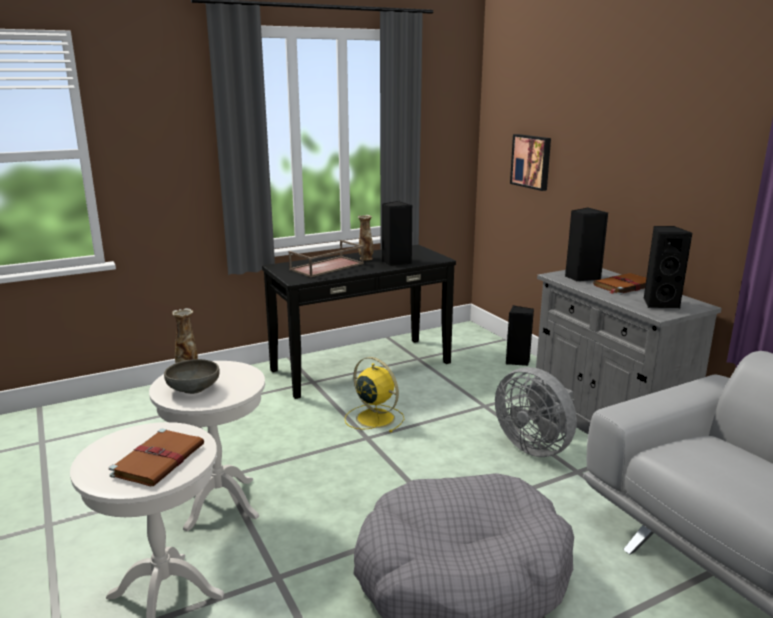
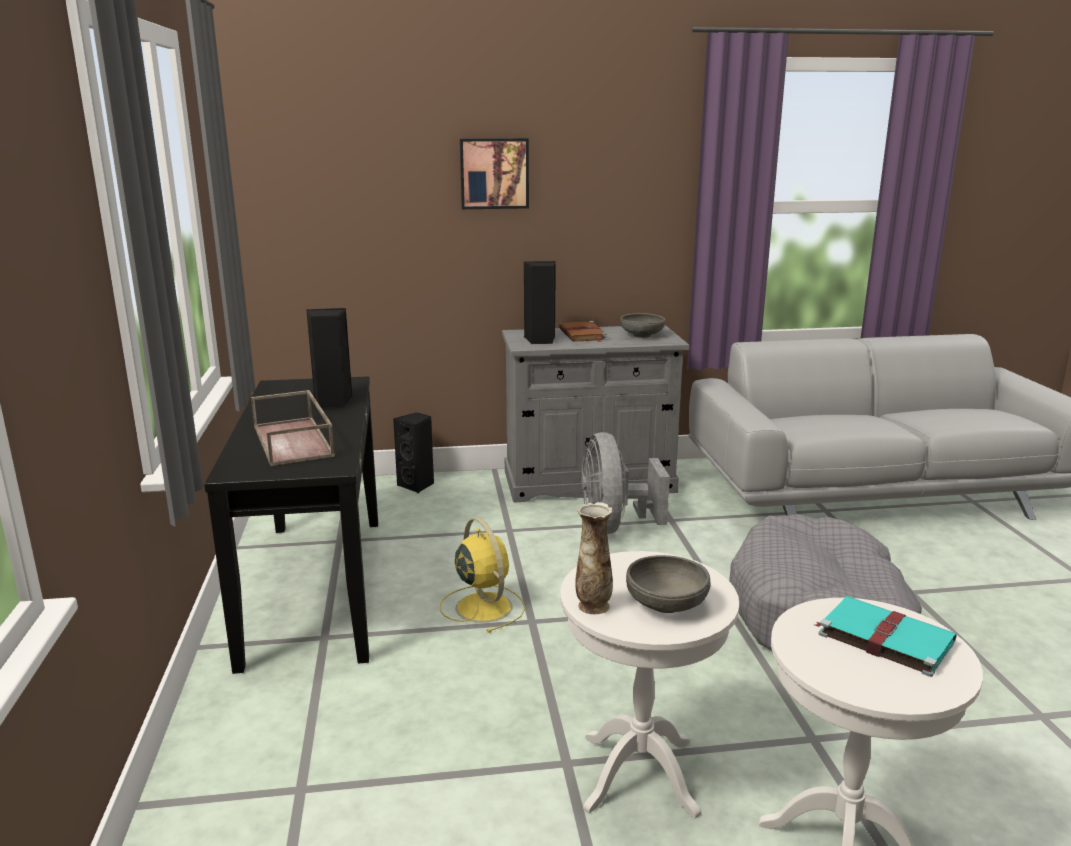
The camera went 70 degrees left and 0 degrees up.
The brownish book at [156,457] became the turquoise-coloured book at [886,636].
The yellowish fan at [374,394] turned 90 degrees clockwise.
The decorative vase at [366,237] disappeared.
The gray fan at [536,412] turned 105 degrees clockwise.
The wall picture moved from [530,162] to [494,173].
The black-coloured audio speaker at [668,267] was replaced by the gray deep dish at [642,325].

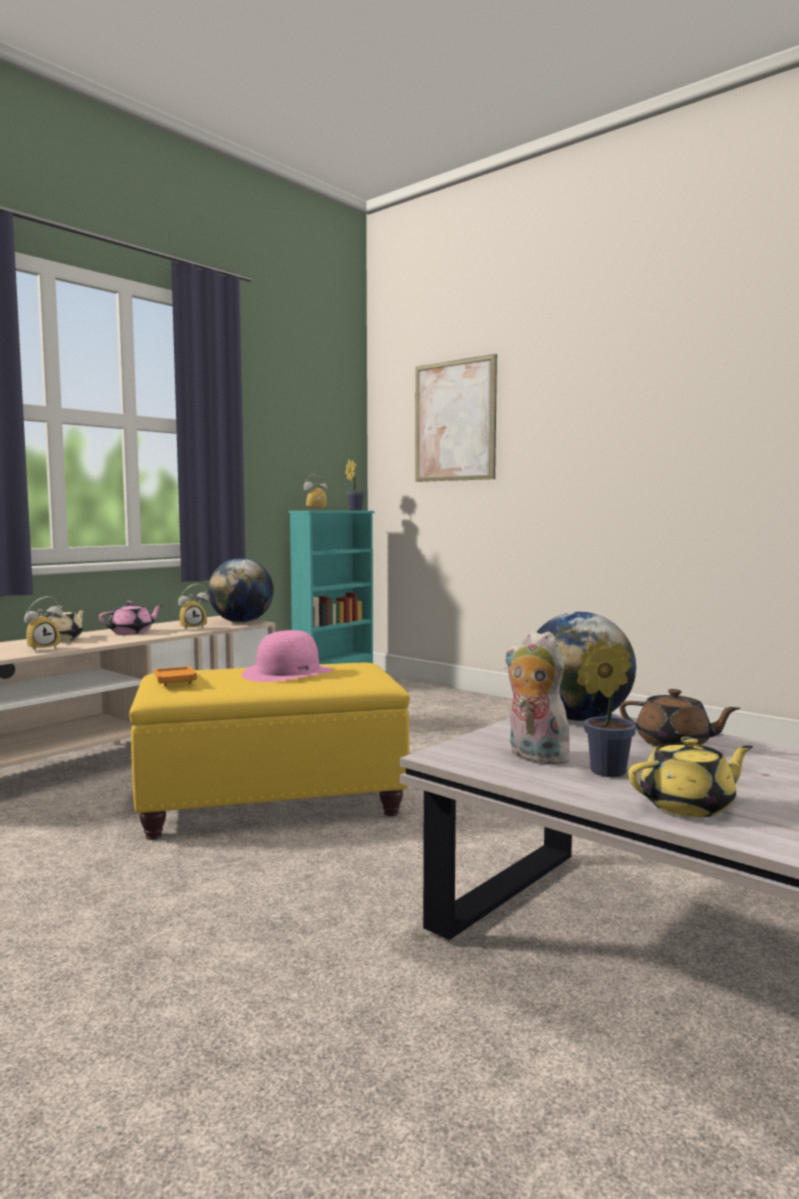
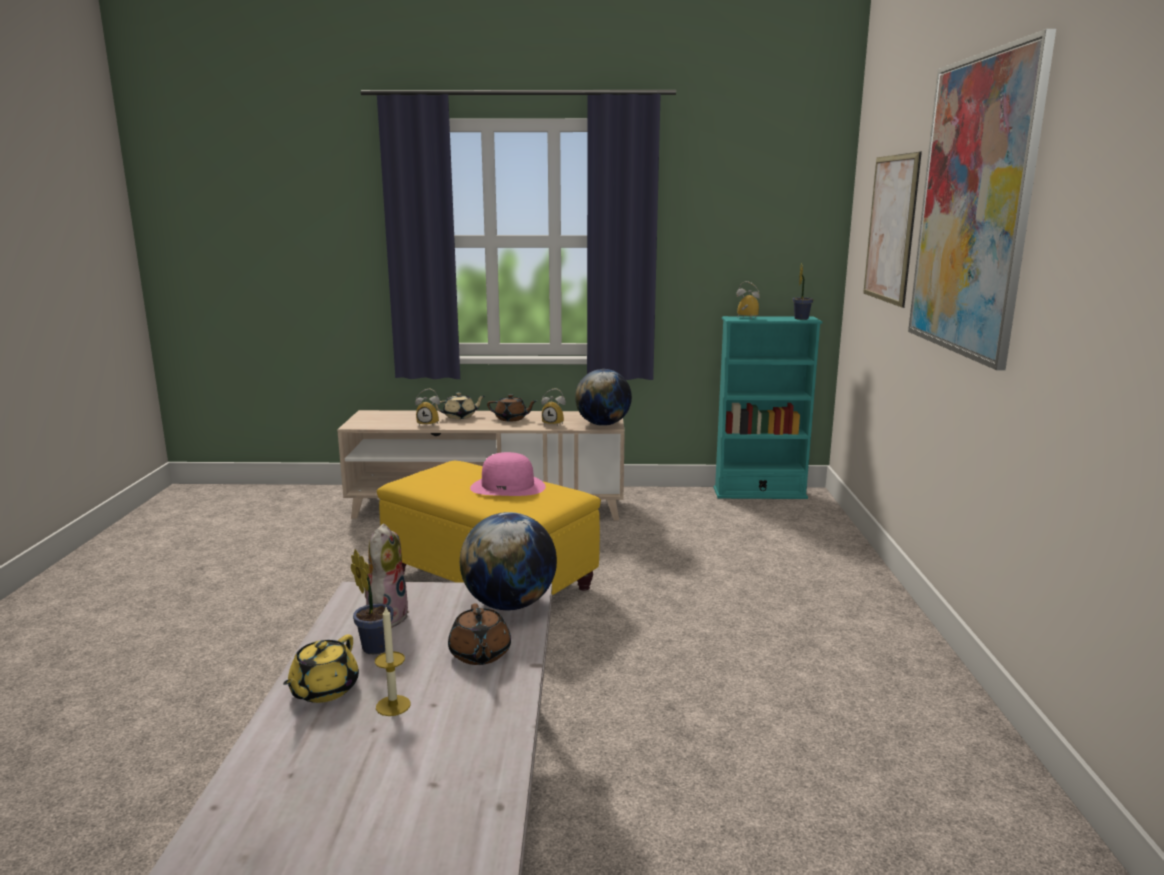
The camera went 50 degrees right and 10 degrees up.
The pink pot for tea at [131,617] became the brownish pot for tea at [512,407].
The orange carrying tray at [175,676] disappeared.
The yellowish pot for tea at [690,777] turned 75 degrees clockwise.
The wax light at [393,661] appeared.
The wall picture at [982,199] appeared.

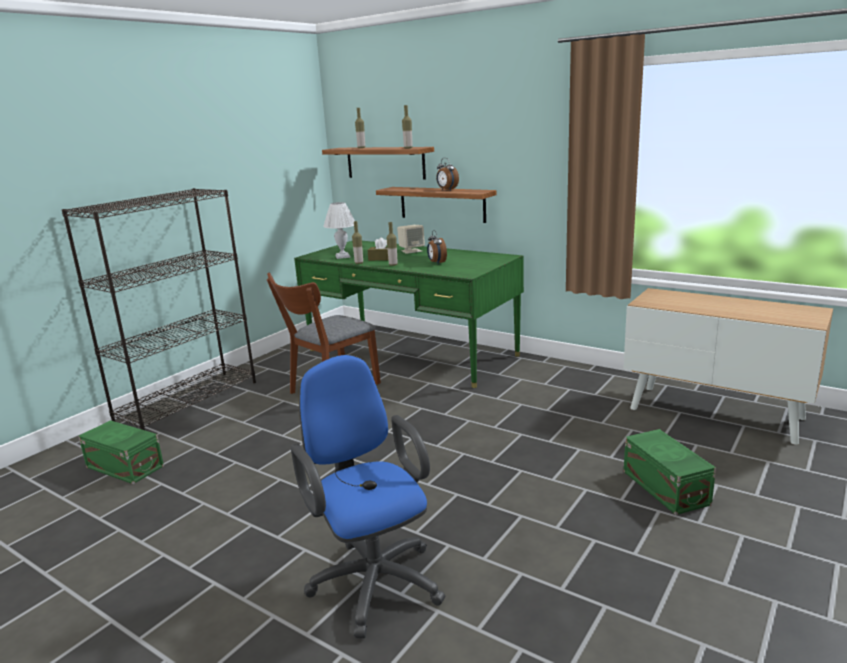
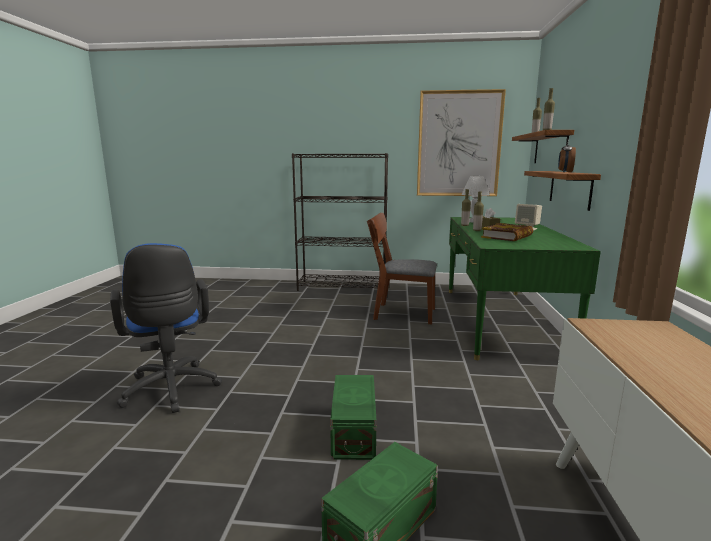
The camera went 60 degrees right and 5 degrees down.
The green-coloured storage container moved from [121,452] to [353,417].
The bluish office chair at [368,497] turned 120 degrees clockwise.
The bedside clock at [437,247] was replaced by the book at [507,232].
The wall picture at [461,142] appeared.

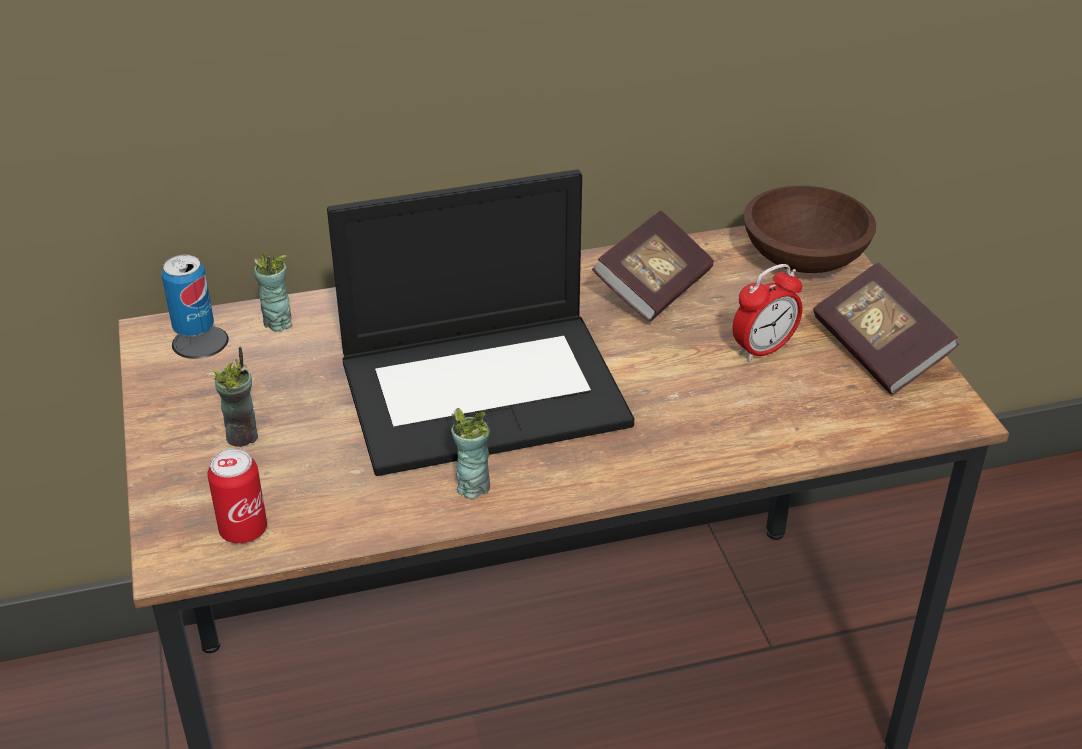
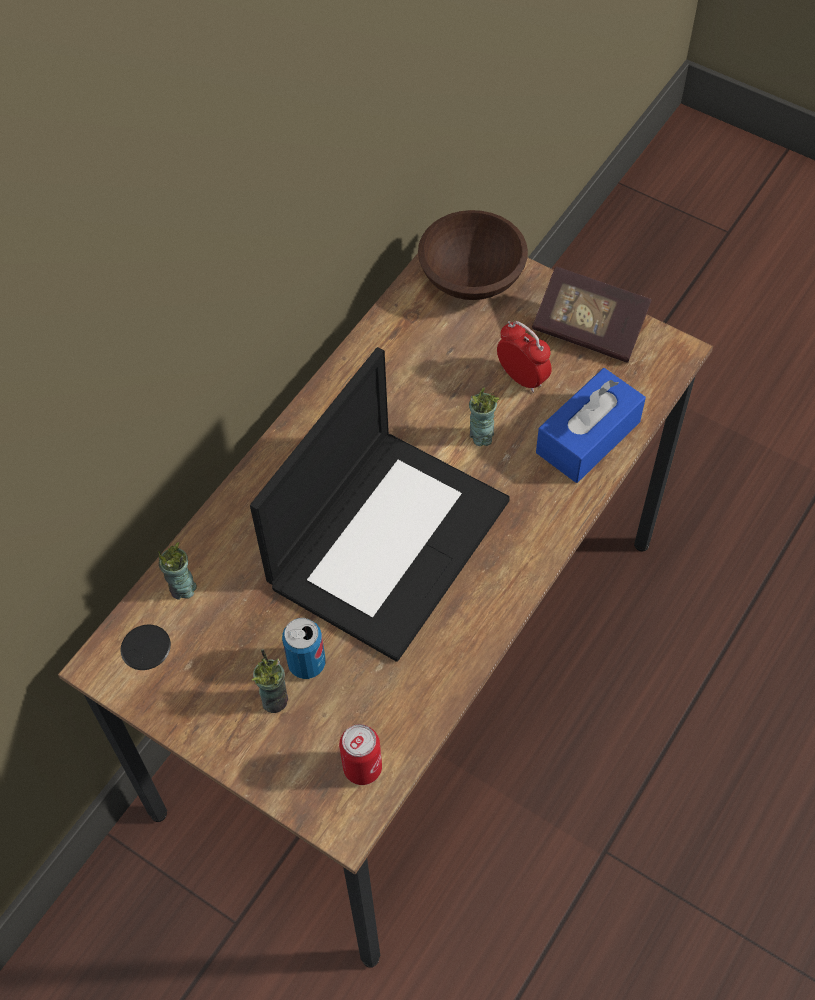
The camera went 40 degrees left and 20 degrees up.
The can moved from [188,296] to [304,648].
The small cup moved from [470,453] to [484,416].
The book at [653,266] disappeared.
The bedside clock at [767,313] turned 60 degrees counterclockwise.
The bluish box of tissues at [591,425] appeared.

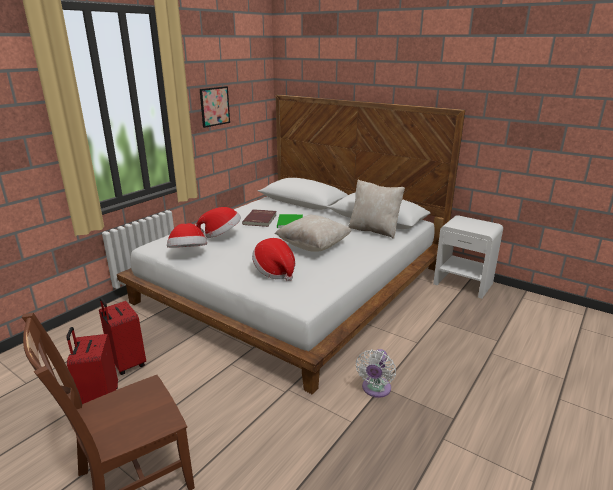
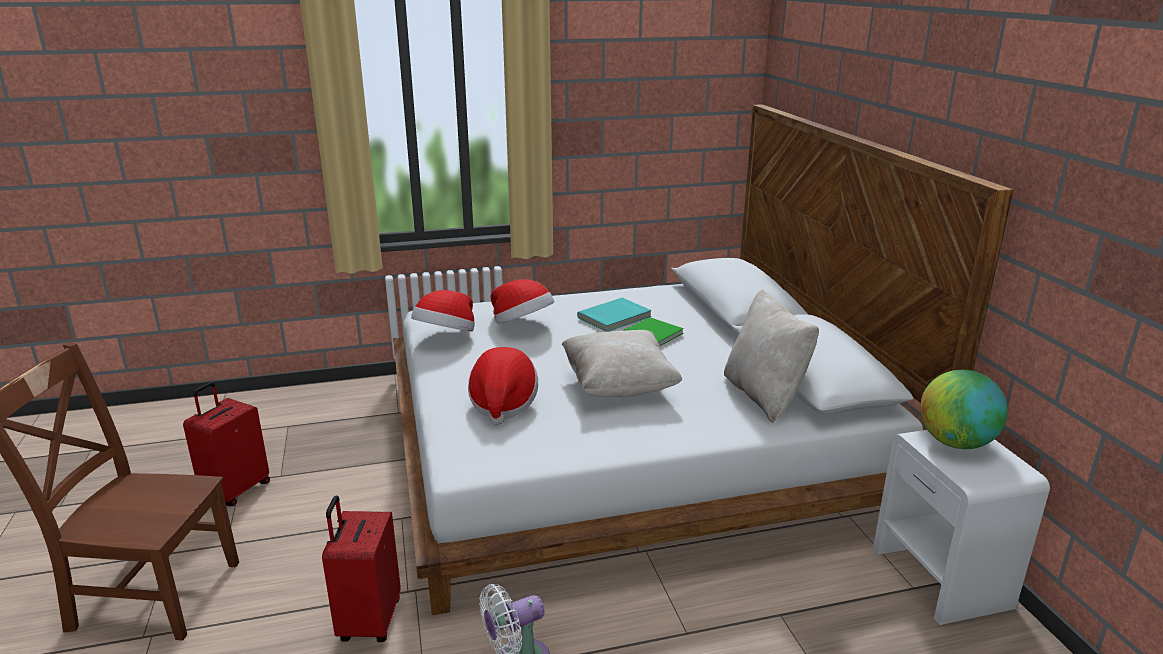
The camera went 40 degrees right and 0 degrees up.
The red-coloured travel case moved from [122,336] to [361,569].
The wall picture at [215,107] disappeared.
The red-coloured book at [259,218] became the turquoise-coloured book at [614,315].
The globe at [964,409] appeared.

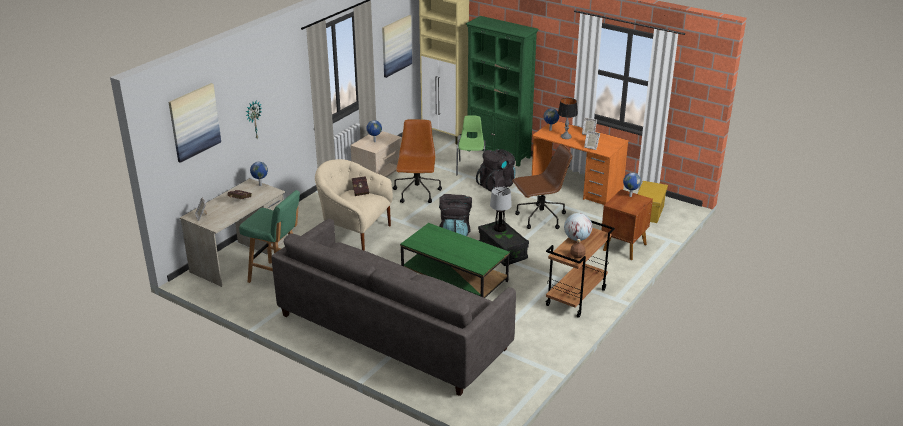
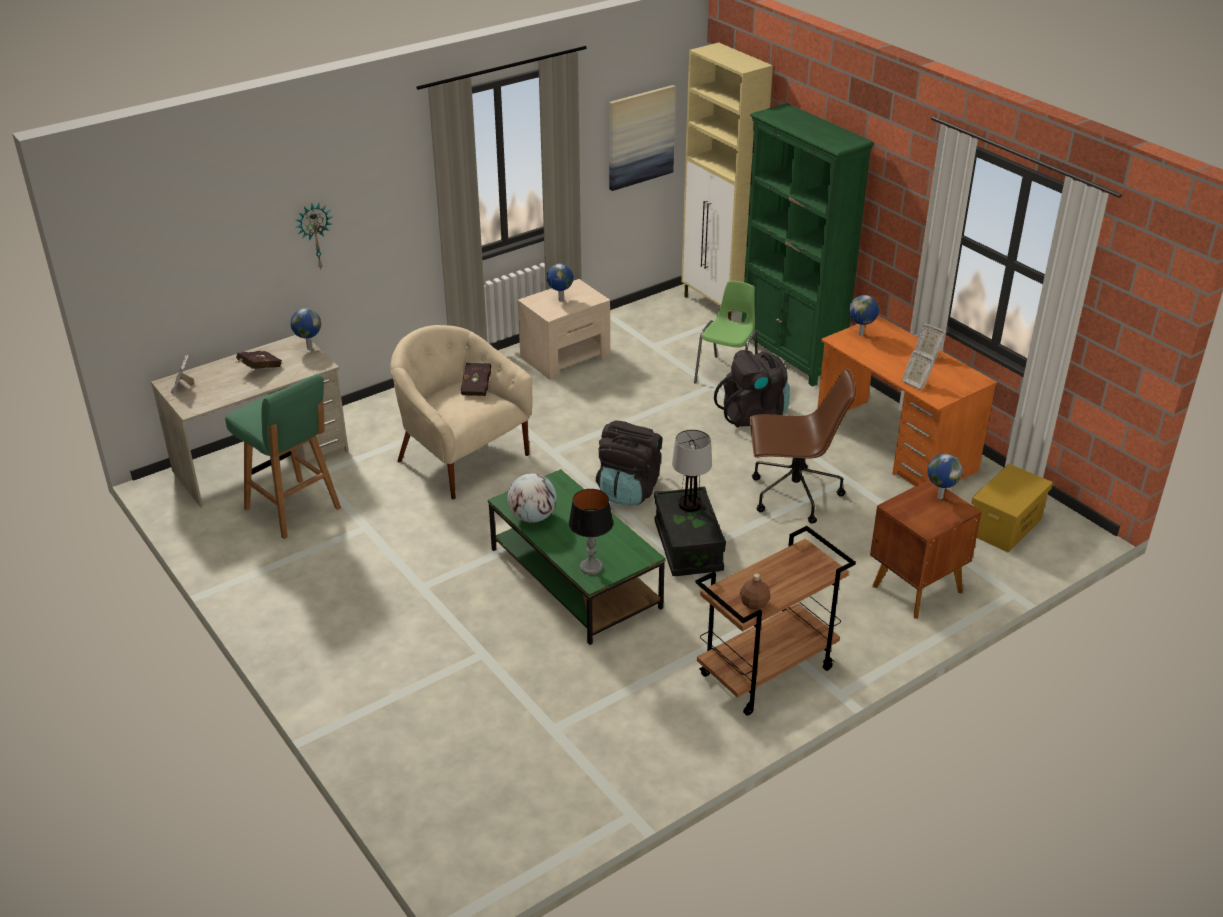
The camera went 20 degrees right and 5 degrees up.
The wall picture at [195,123] disappeared.
The gray sofa at [393,307] disappeared.
The brownish office chair at [417,161] disappeared.
The lamp for a table moved from [568,118] to [591,532].
The globe moved from [578,227] to [532,498].

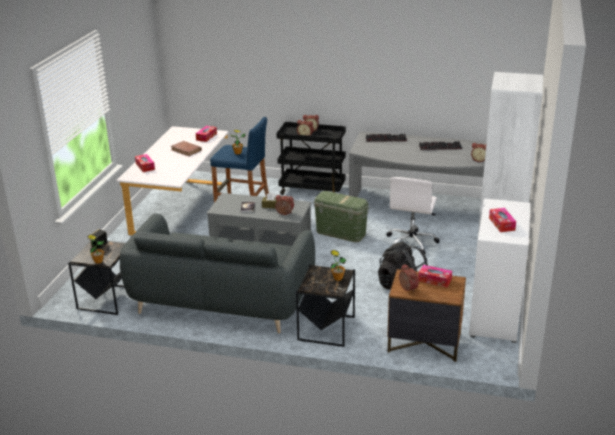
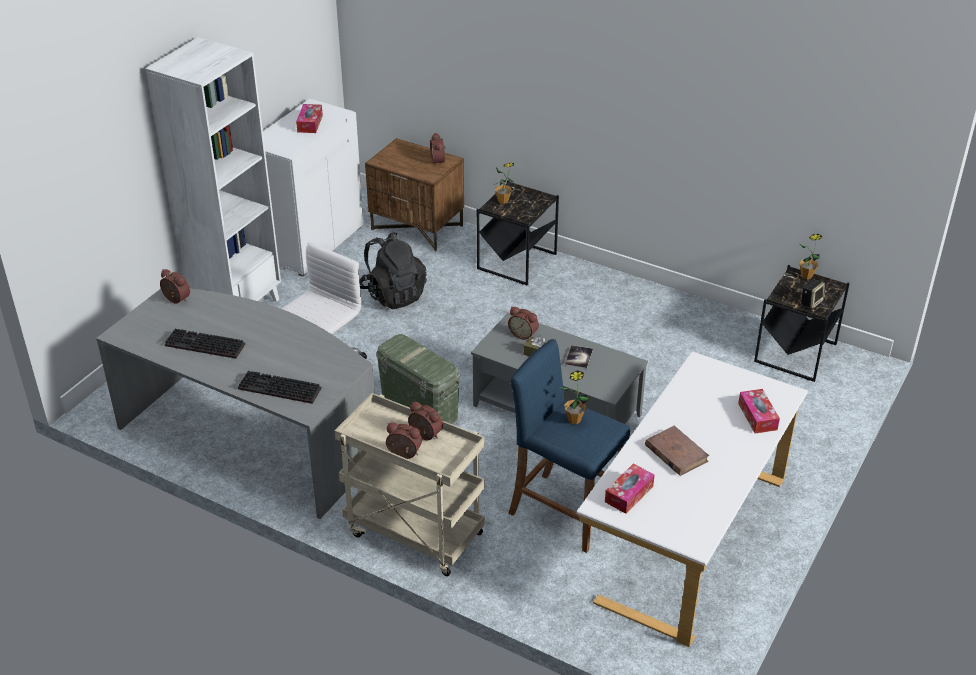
The camera went 165 degrees left and 10 degrees up.
The gray sofa at [217,273] disappeared.
The black-coloured trolley at [311,158] became the beige-coloured trolley at [410,484].
The box of tissues at [435,276] disappeared.

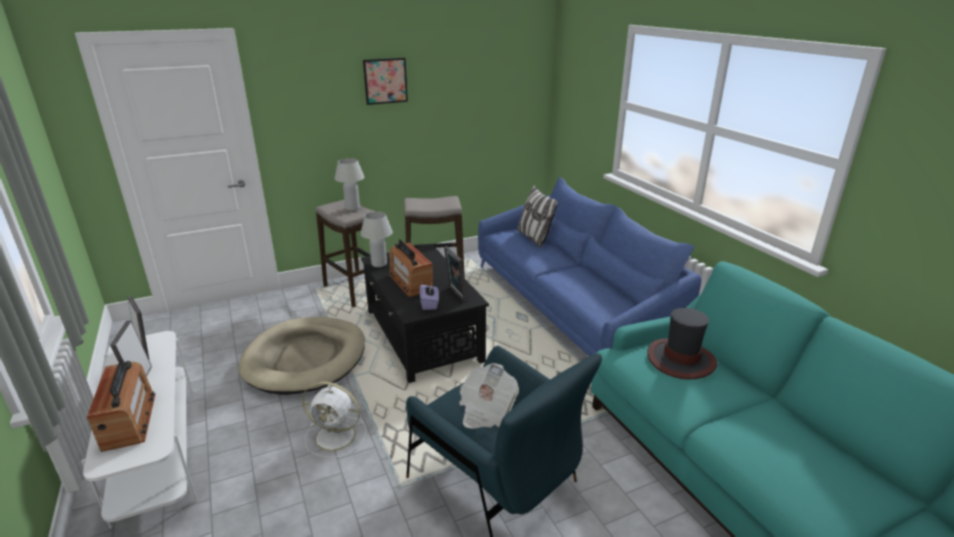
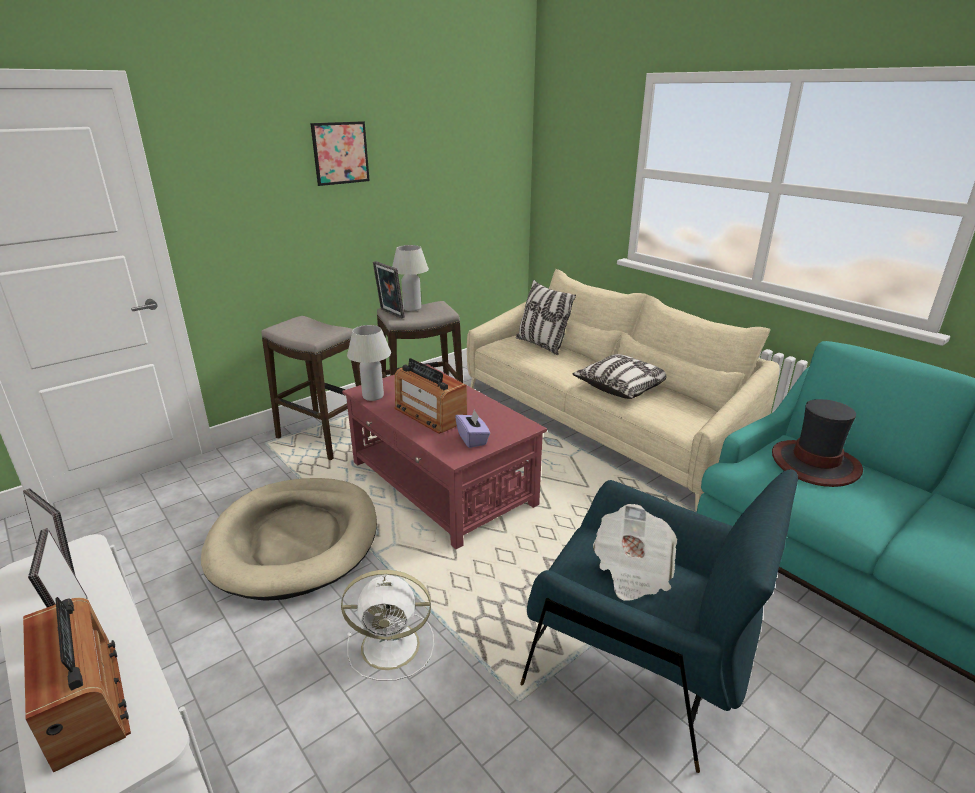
The camera went 15 degrees left and 0 degrees up.
The whitish lamp for a table moved from [349,184] to [410,278].
The black-coloured coffee table at [425,313] became the red-coloured coffee table at [444,456].
The photo frame moved from [455,274] to [389,289].
The bluish sofa at [590,266] became the beige-coloured sofa at [623,390].
The pillow at [620,376] appeared.

